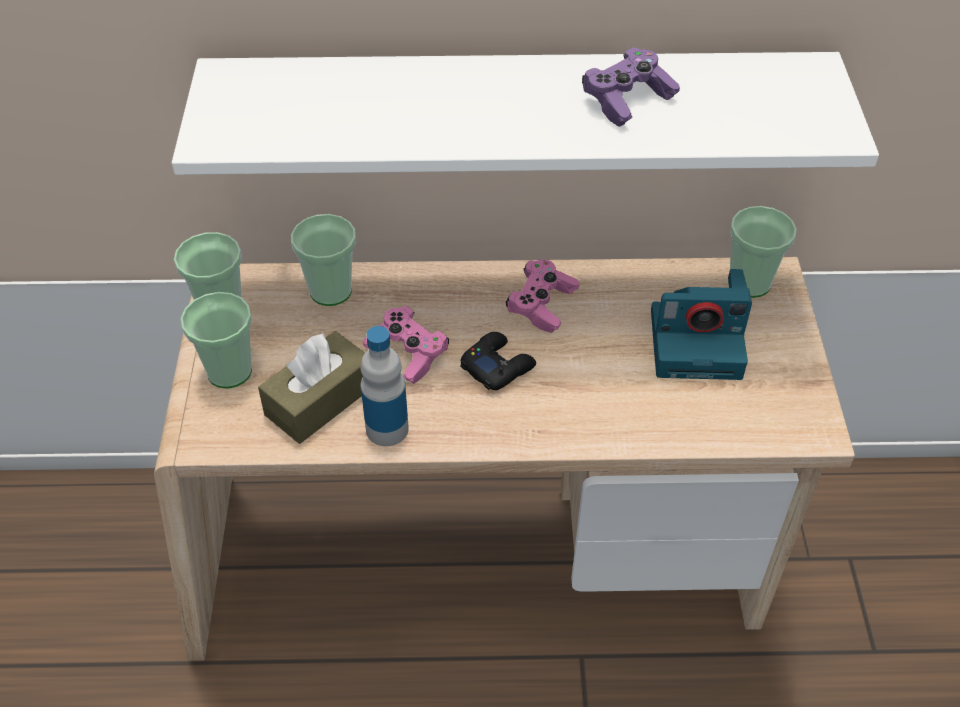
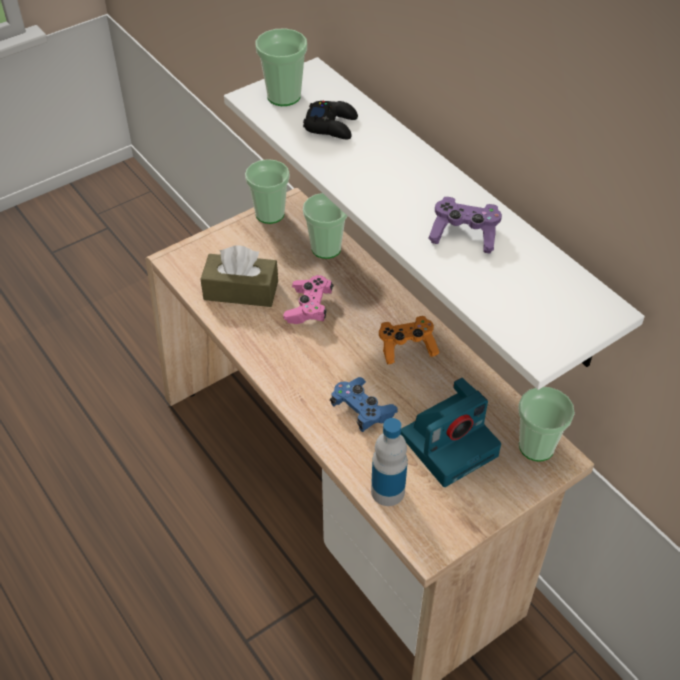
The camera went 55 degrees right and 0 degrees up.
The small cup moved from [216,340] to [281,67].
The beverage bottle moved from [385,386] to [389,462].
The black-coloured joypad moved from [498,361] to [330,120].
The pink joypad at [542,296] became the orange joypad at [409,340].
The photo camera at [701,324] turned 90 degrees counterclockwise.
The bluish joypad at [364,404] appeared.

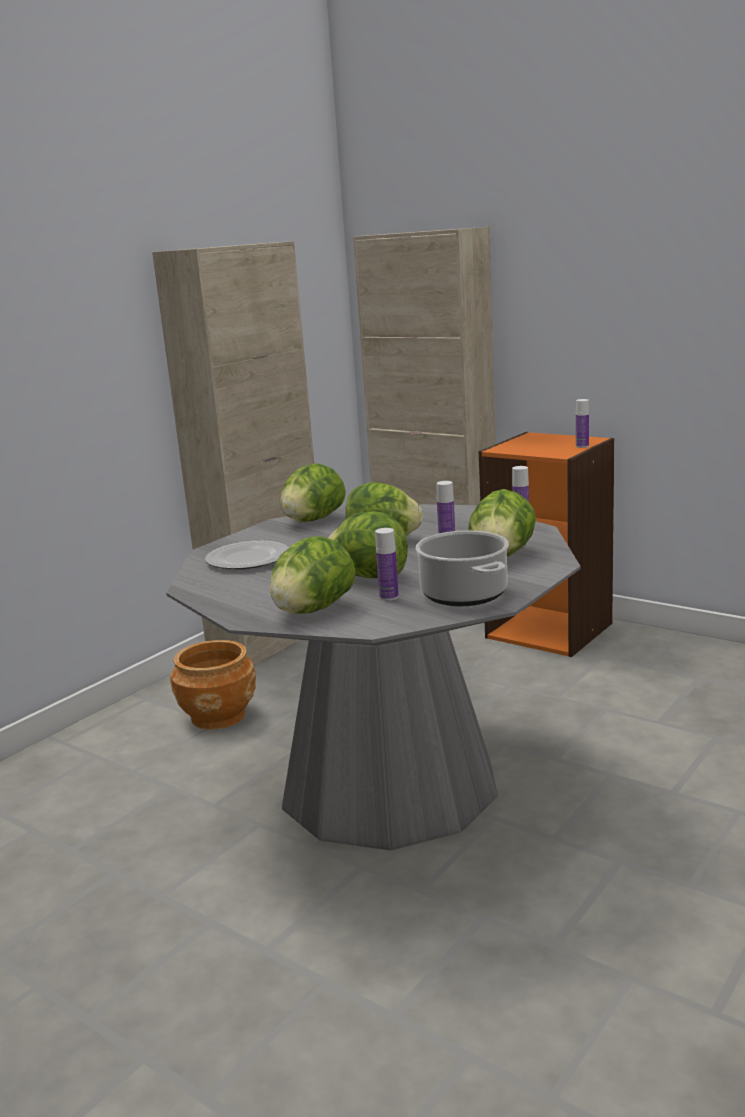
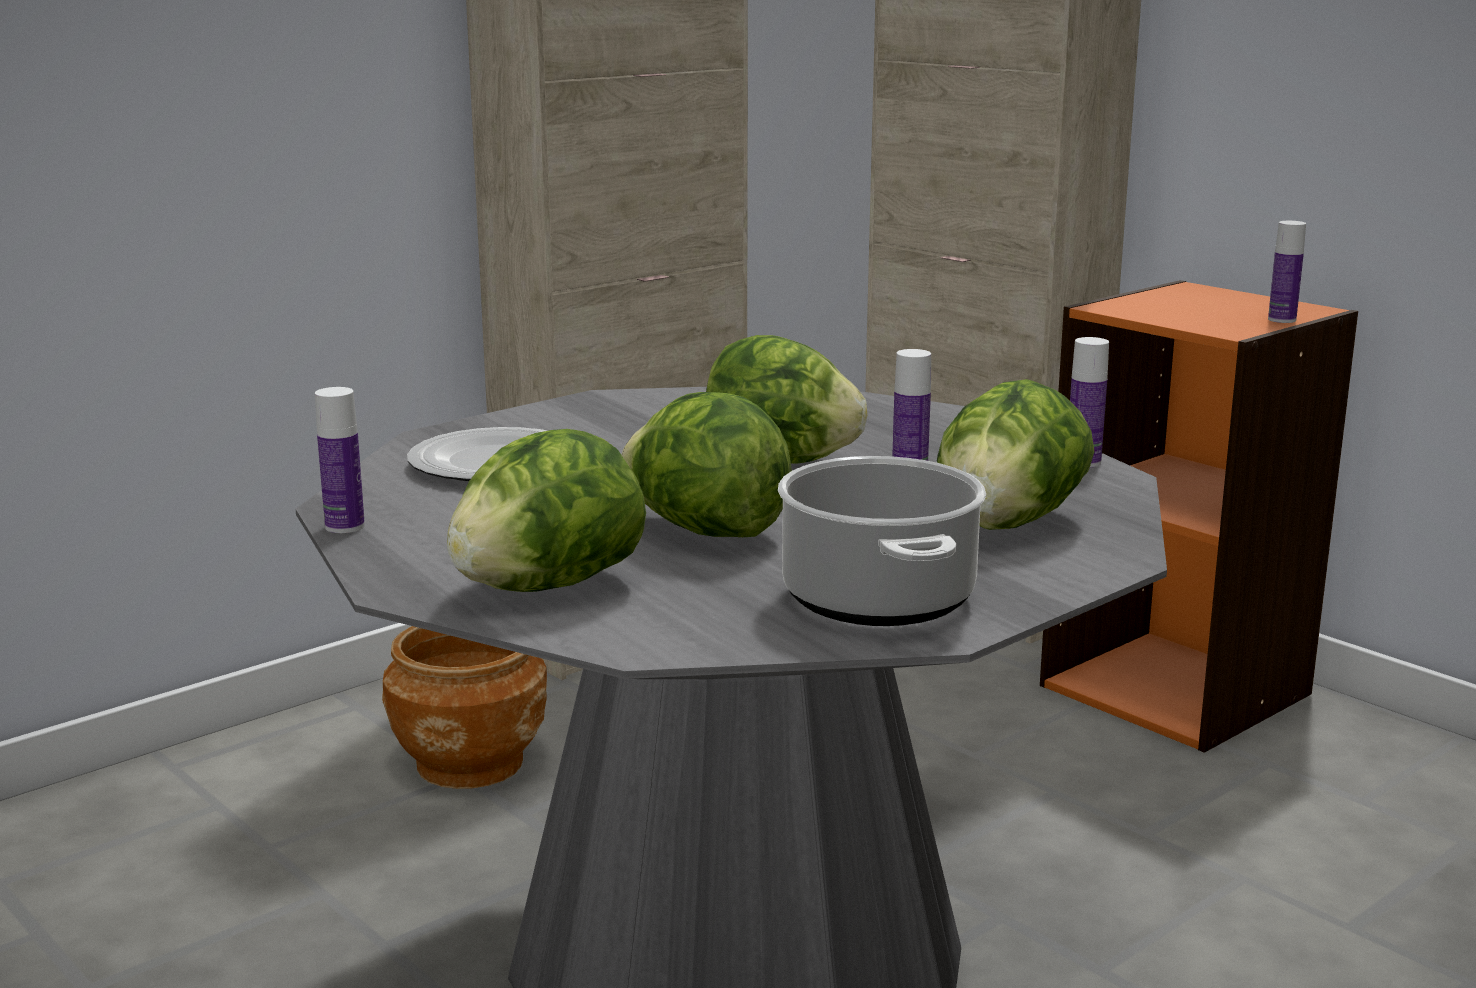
The camera went 10 degrees right and 0 degrees up.
The head of lettuce at [313,492] disappeared.
The beverage bottle moved from [387,564] to [340,460].

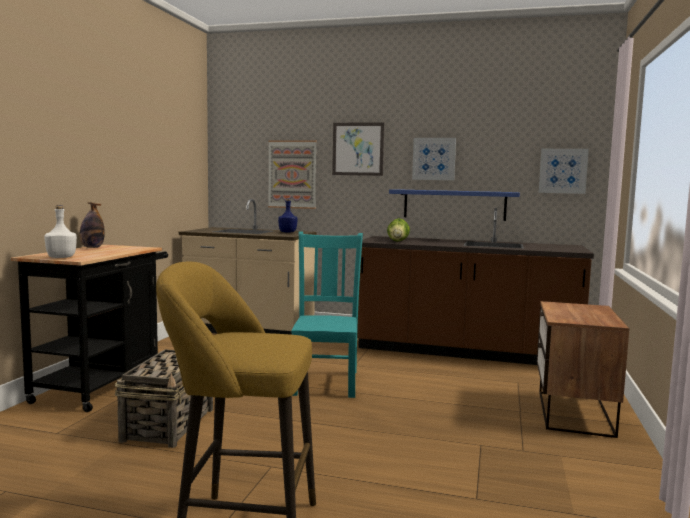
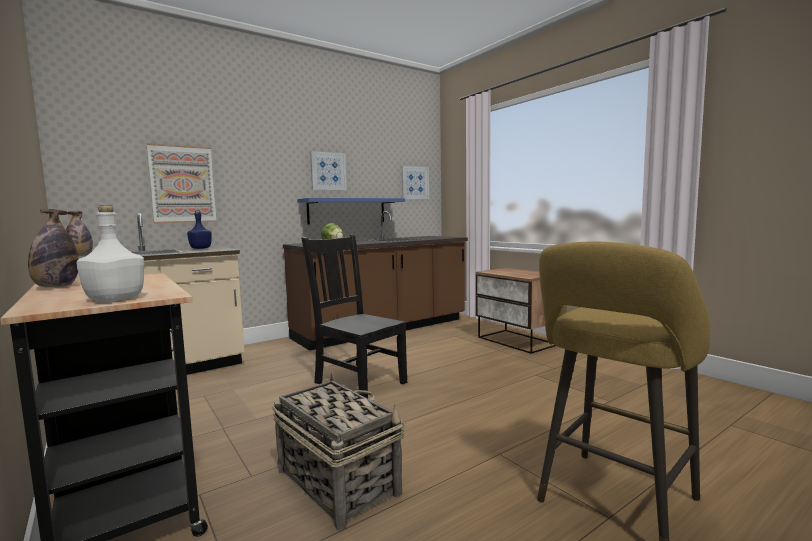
The camera went 50 degrees left and 0 degrees up.
The turquoise-coloured upright chair at [327,315] became the black-coloured upright chair at [354,316].
The wall picture at [358,149] disappeared.
The beverage bottle at [79,233] appeared.

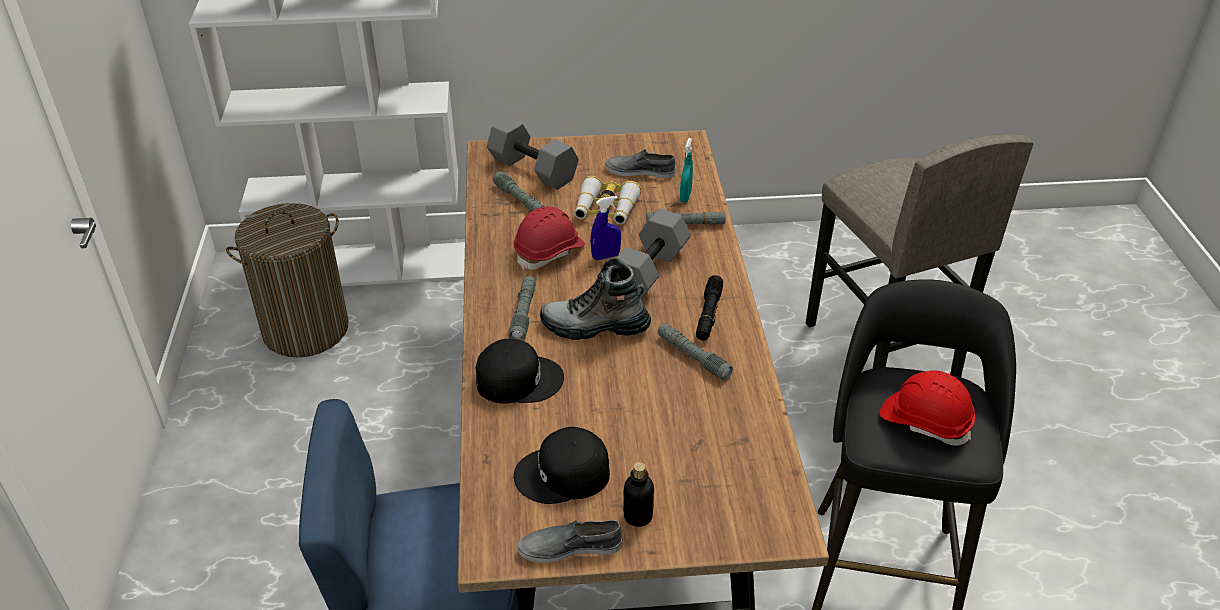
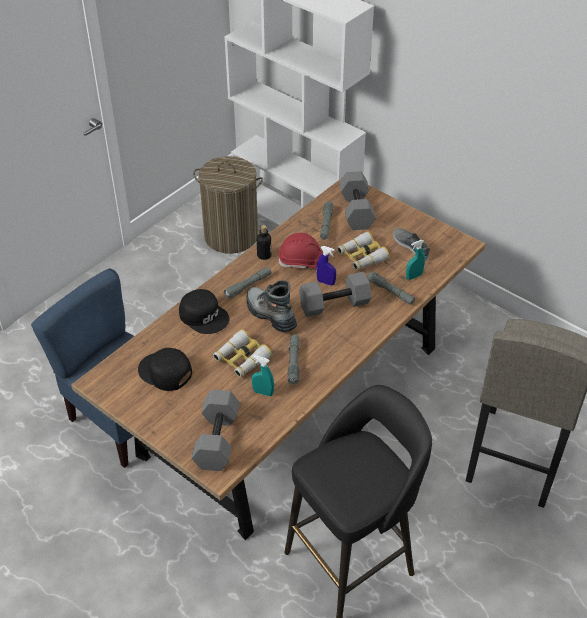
The camera went 45 degrees right and 5 degrees up.
The gray item of footwear at [570,541] disappeared.
The beverage bottle moved from [638,494] to [264,242].
The black-coloured hand torch at [709,308] disappeared.
The red-coloured safety helmet at [927,408] disappeared.
The gray dumbbell at [215,430] appeared.
The pair of binoculars at [242,353] appeared.
The turquoise-coloured hand sprayer at [263,375] appeared.

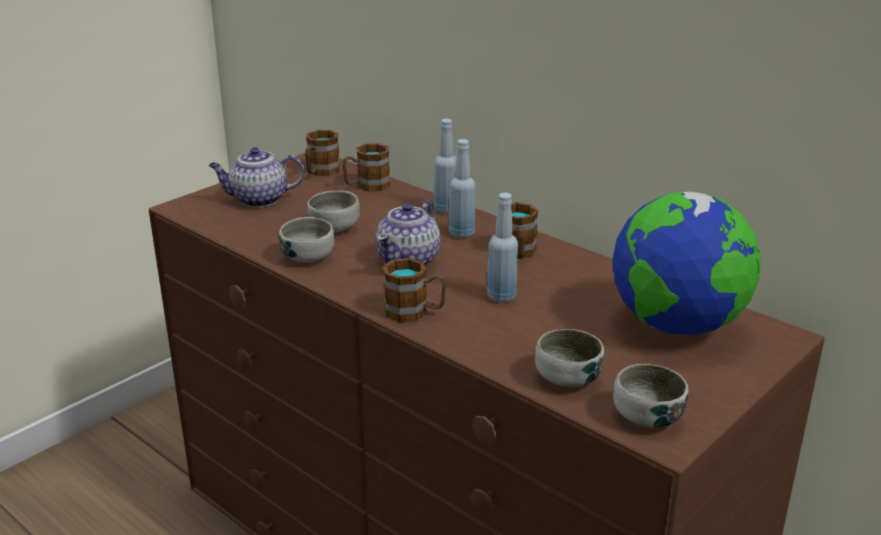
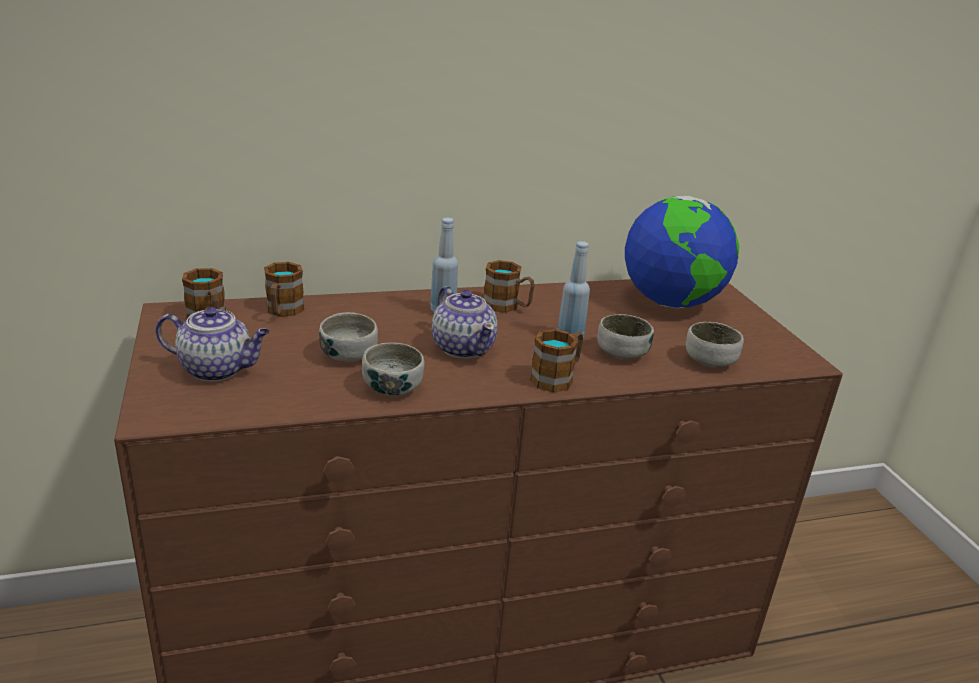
The camera went 60 degrees left and 0 degrees up.
The pot for tea at [256,177] turned 105 degrees counterclockwise.
The bluish beverage bottle at [445,166] disappeared.
The deep dish moved from [651,396] to [625,336].

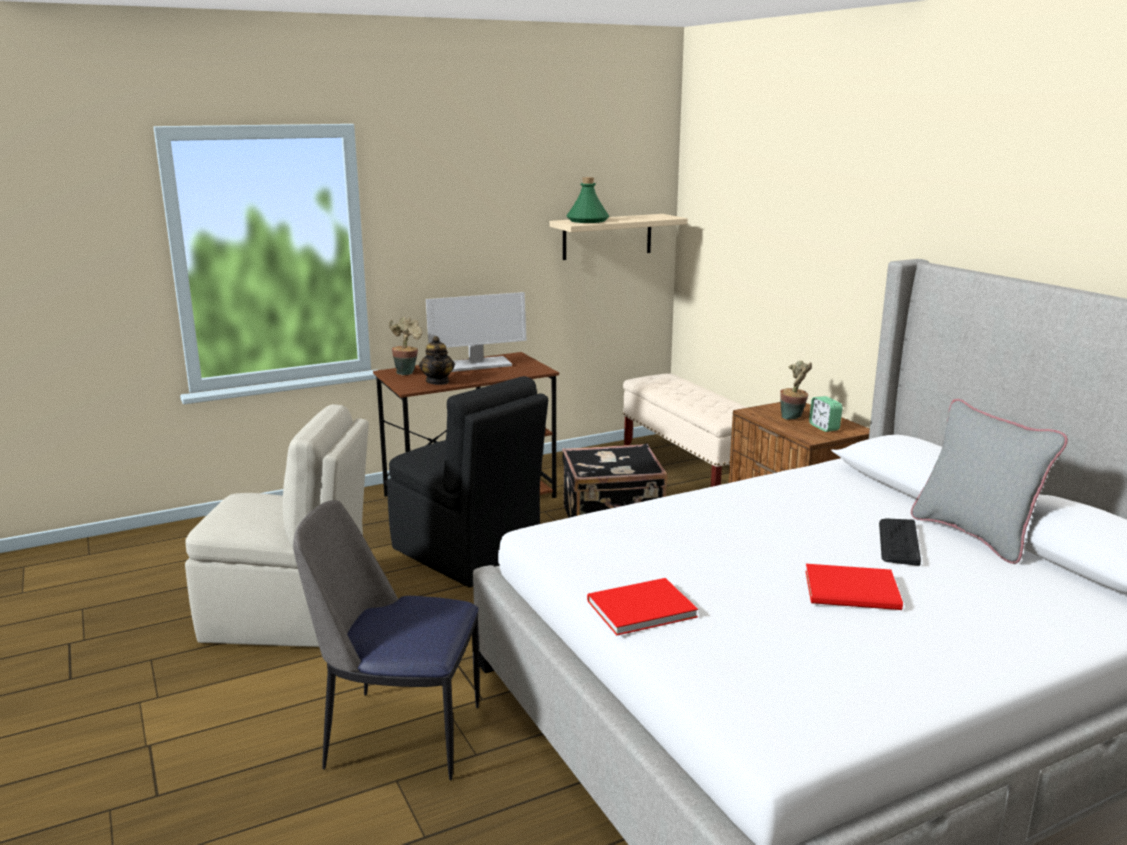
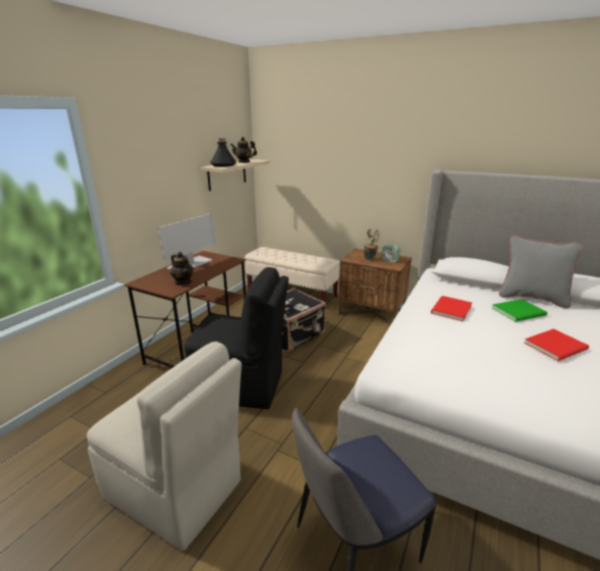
The camera went 35 degrees left and 5 degrees up.
The beige-coloured upright chair at [277,525] turned 60 degrees clockwise.
The houseplant at [405,346] disappeared.
The green-coloured beverage bottle at [587,200] became the black-coloured beverage bottle at [223,152].
The red-coloured book moved from [642,606] to [451,308].
The PC keyboard at [900,542] was replaced by the green-coloured book at [519,310].
The pot for tea at [243,150] appeared.

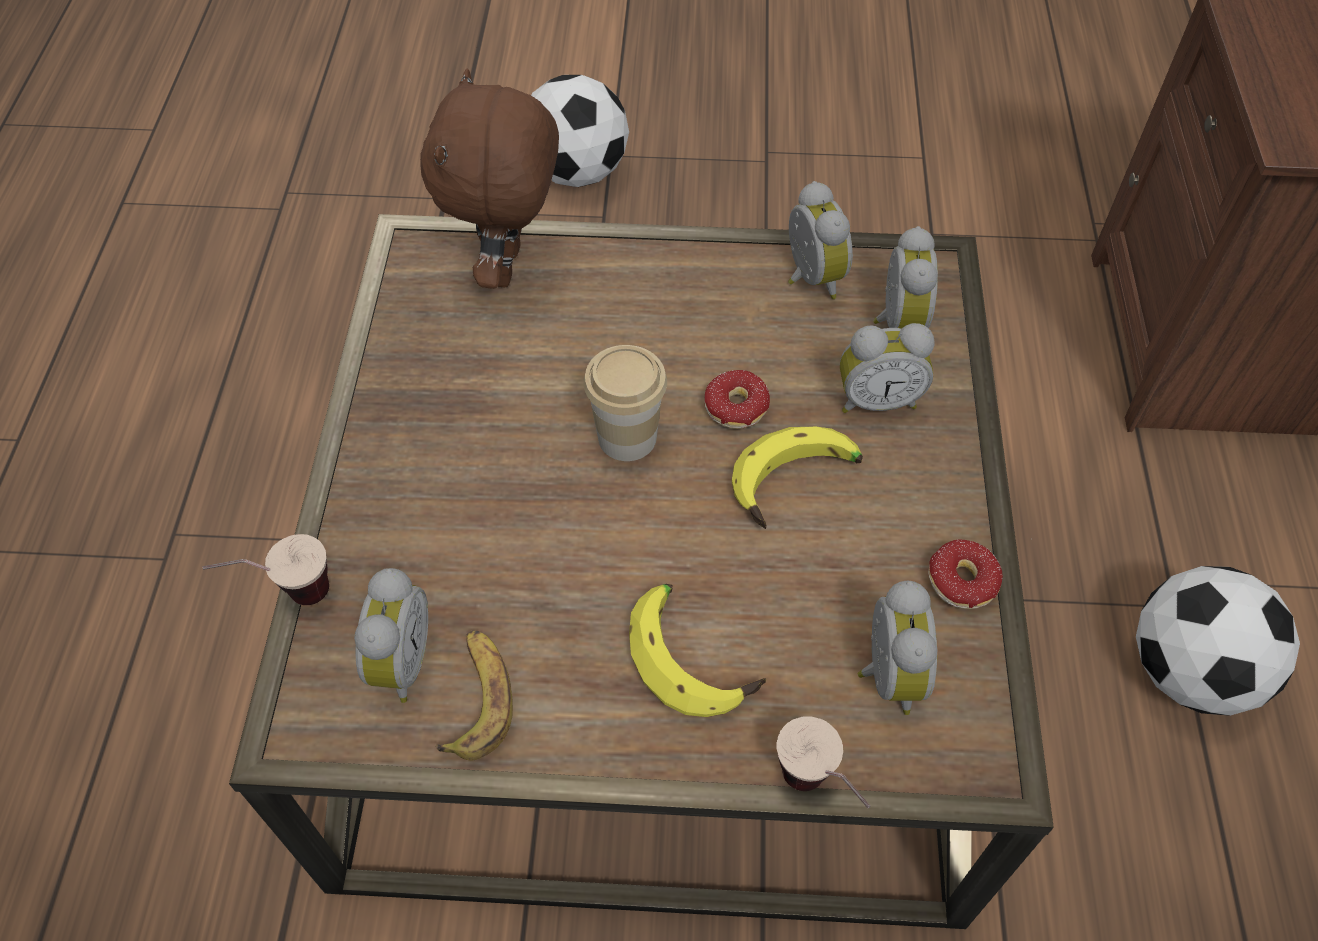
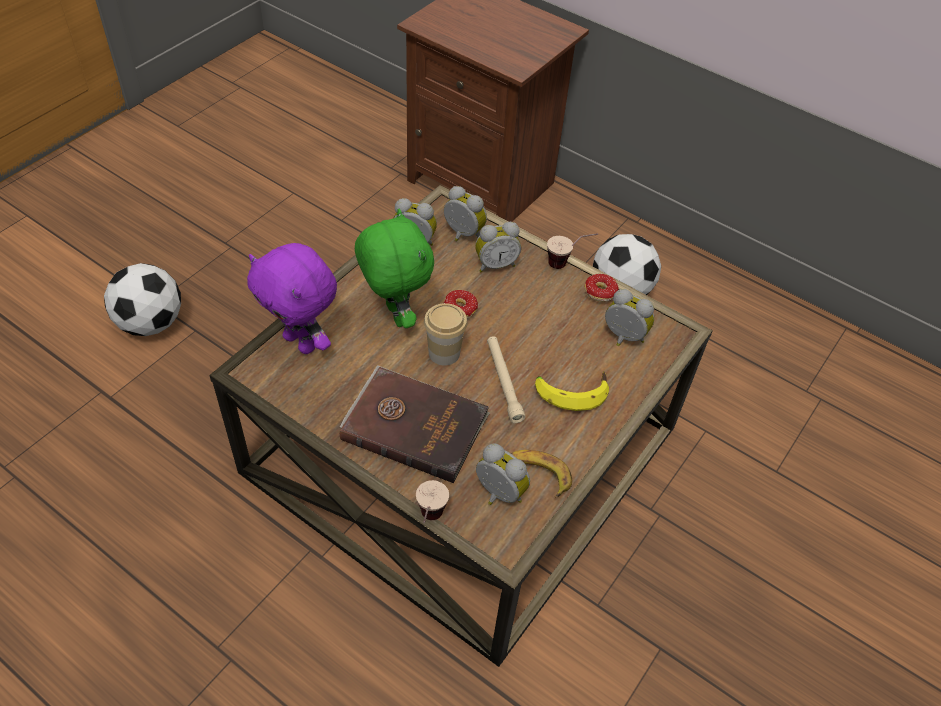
The camera went 60 degrees left and 5 degrees down.
The brownish soft toy at [489,179] became the purplish soft toy at [292,298].
The banana fruit at [797,477] disappeared.
The small cup moved from [823,762] to [572,251].
The bedside clock at [887,368] turned 45 degrees clockwise.
The brownish book at [415,424] appeared.
The green-coloured soft toy at [394,268] appeared.
The beige-coloured hand torch at [506,379] appeared.

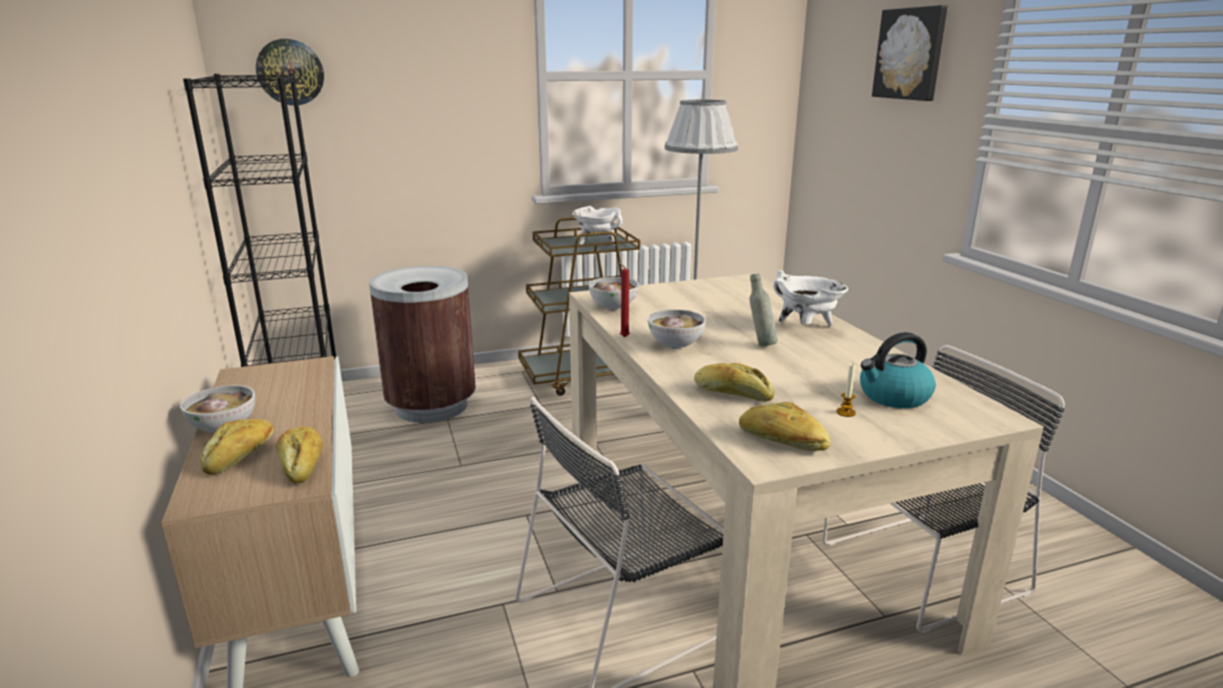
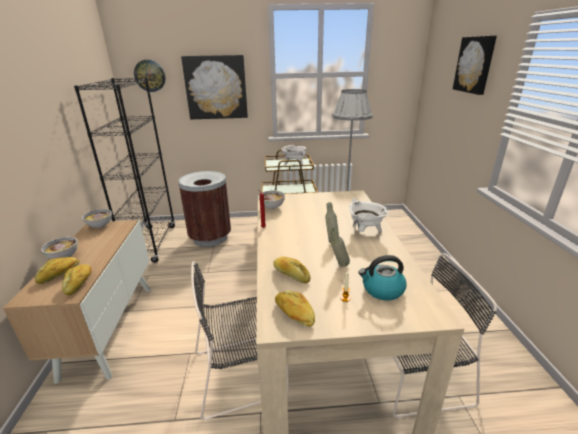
The camera went 15 degrees right and 5 degrees up.
The deep dish moved from [677,329] to [97,218].
The wall picture at [214,87] appeared.
The gray beverage bottle at [340,247] appeared.

